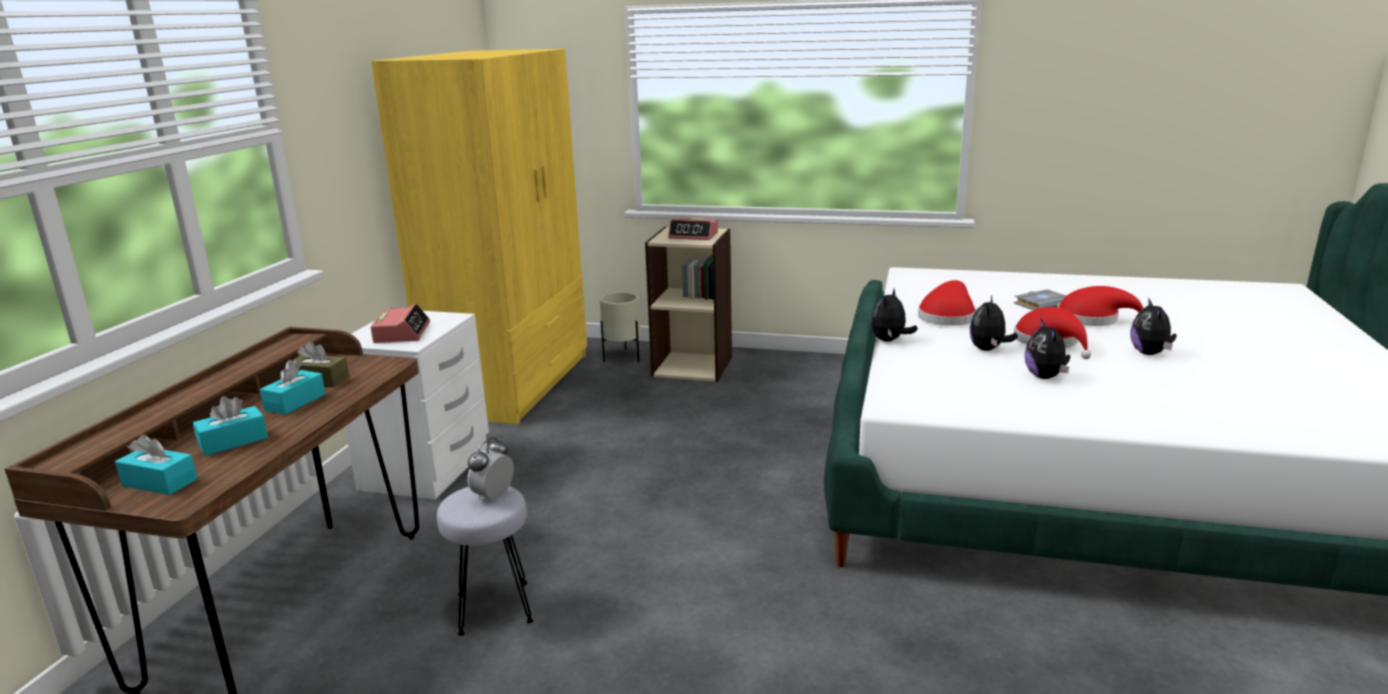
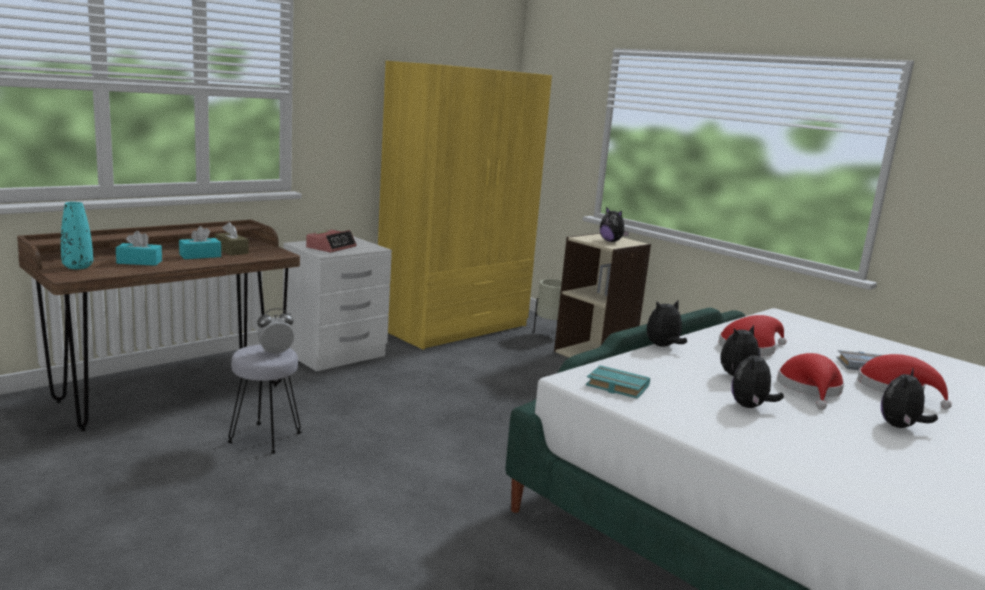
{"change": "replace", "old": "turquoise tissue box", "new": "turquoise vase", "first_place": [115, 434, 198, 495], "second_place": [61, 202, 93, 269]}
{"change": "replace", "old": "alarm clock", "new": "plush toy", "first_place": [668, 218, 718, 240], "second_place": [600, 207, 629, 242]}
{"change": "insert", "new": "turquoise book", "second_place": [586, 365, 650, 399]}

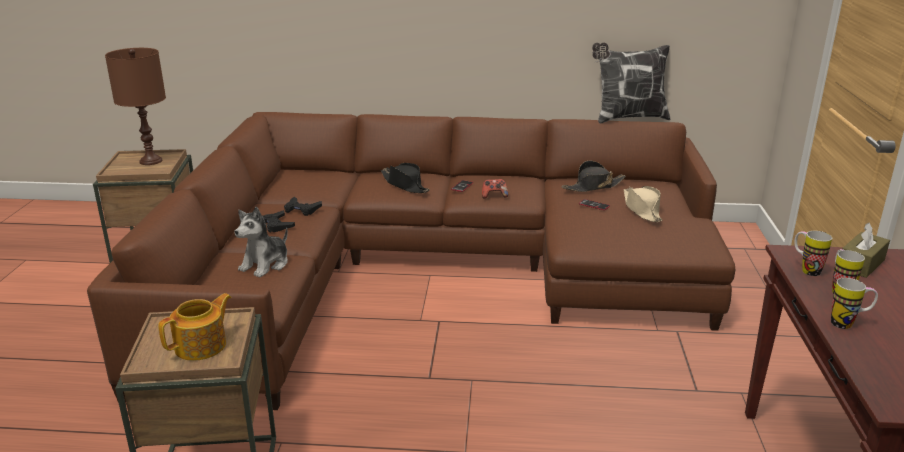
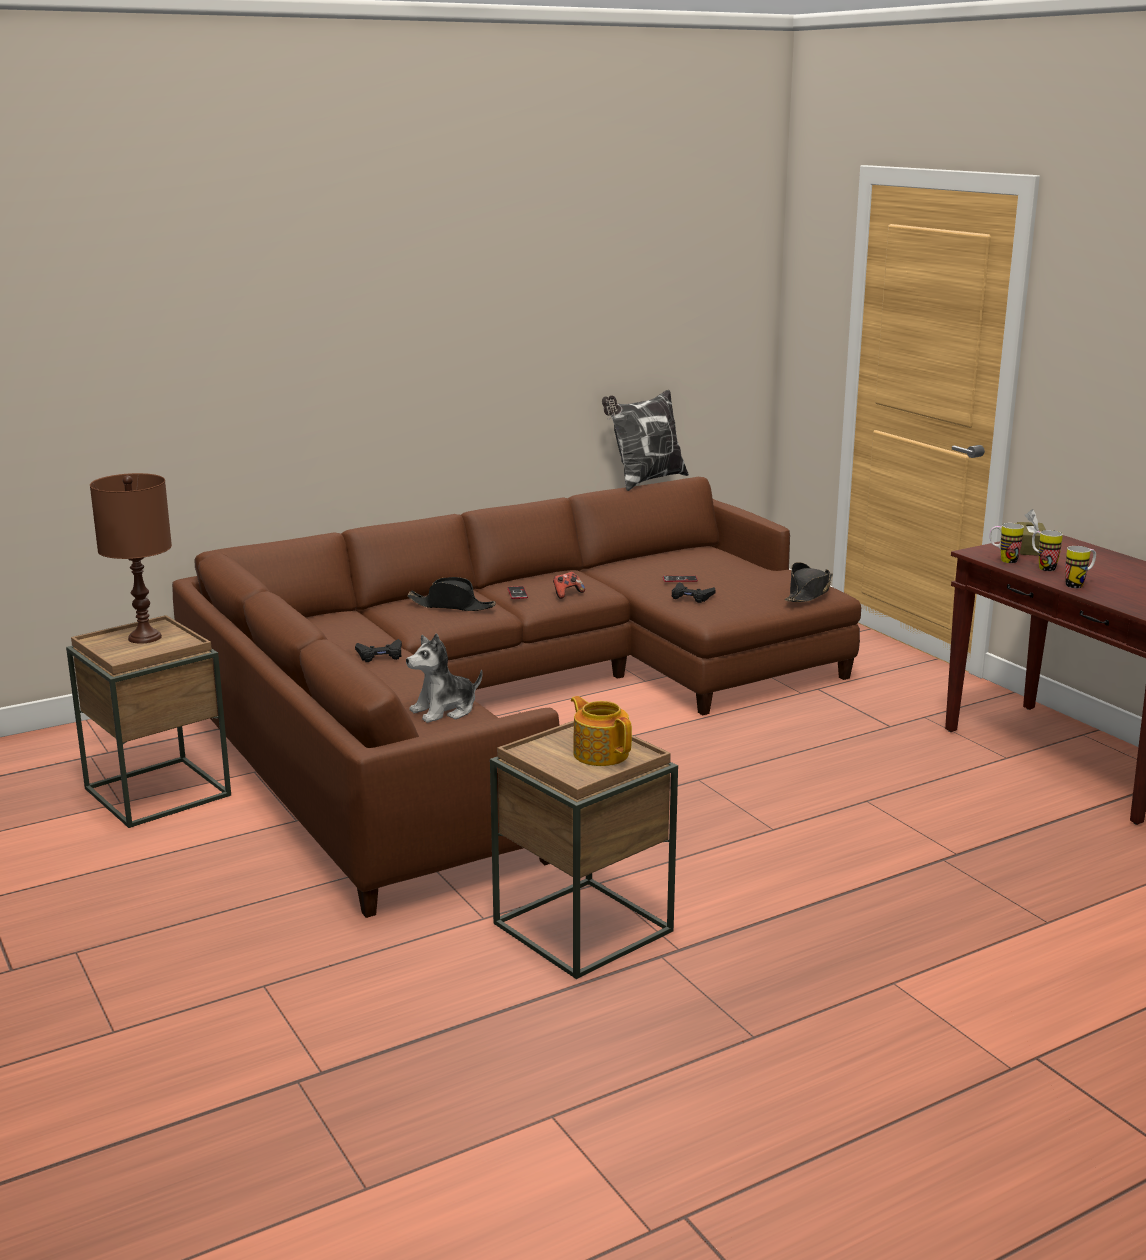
{"change": "rotate", "old": "teapot", "first_place": [158, 293, 232, 361], "second_place": [571, 696, 632, 766], "degrees": -45}
{"change": "rotate", "old": "plush toy", "first_place": [235, 207, 288, 278], "second_place": [406, 633, 483, 723], "degrees": 60}
{"change": "move", "old": "black game controller", "first_place": [263, 210, 295, 233], "second_place": [672, 582, 716, 603]}
{"change": "move", "old": "black hat", "first_place": [562, 160, 626, 192], "second_place": [785, 562, 833, 602]}
{"change": "delete", "old": "beige hat", "first_place": [624, 186, 663, 222]}

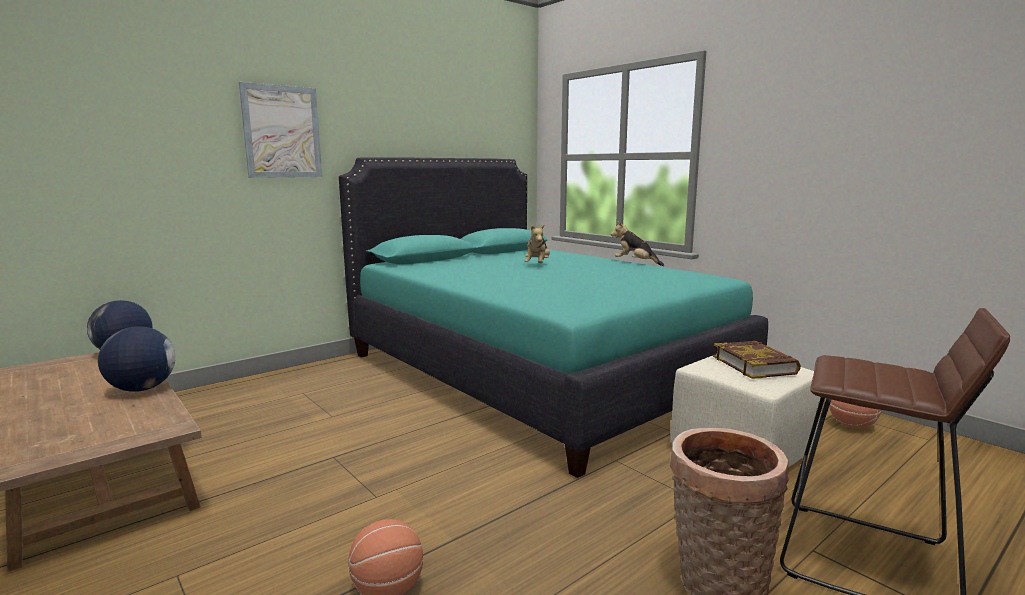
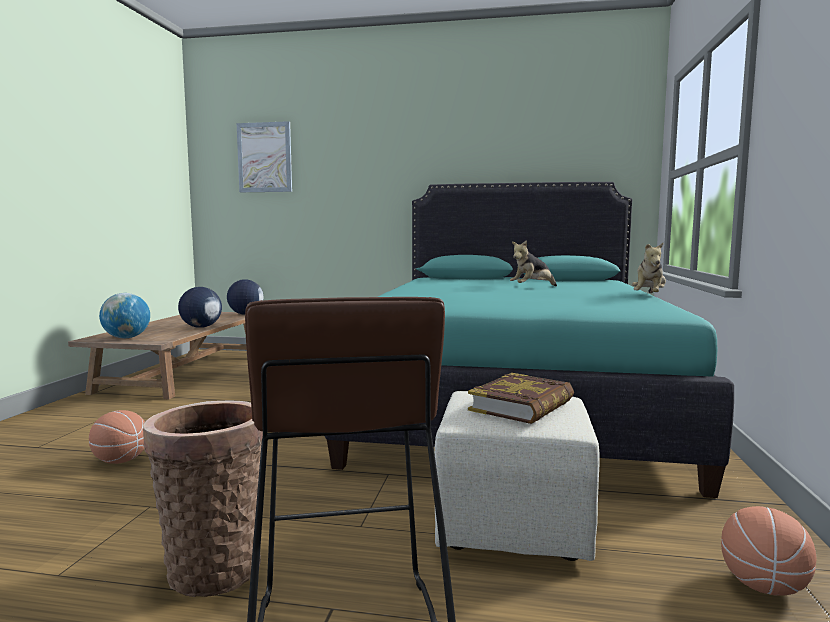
{"change": "move", "old": "picture", "first_place": [239, 82, 322, 178], "second_place": [237, 121, 292, 192]}
{"change": "rotate", "old": "plush toy", "first_place": [611, 221, 664, 266], "second_place": [632, 243, 666, 293], "degrees": -150}
{"change": "insert", "new": "globe", "second_place": [99, 293, 150, 338]}

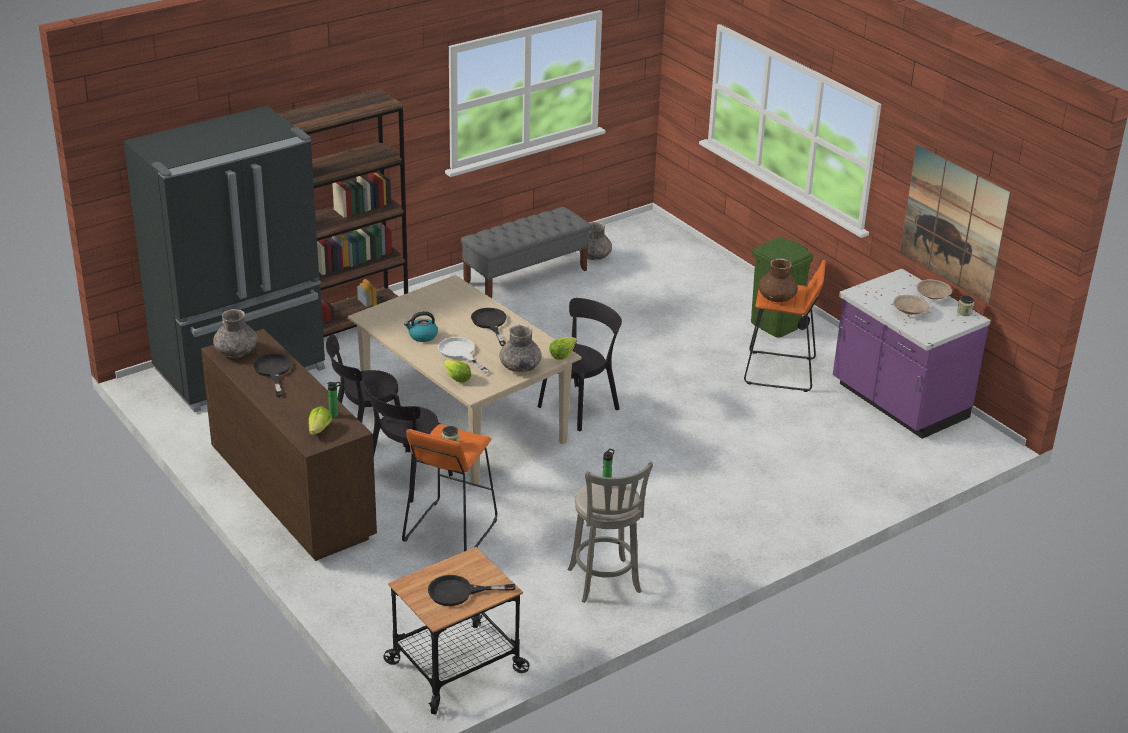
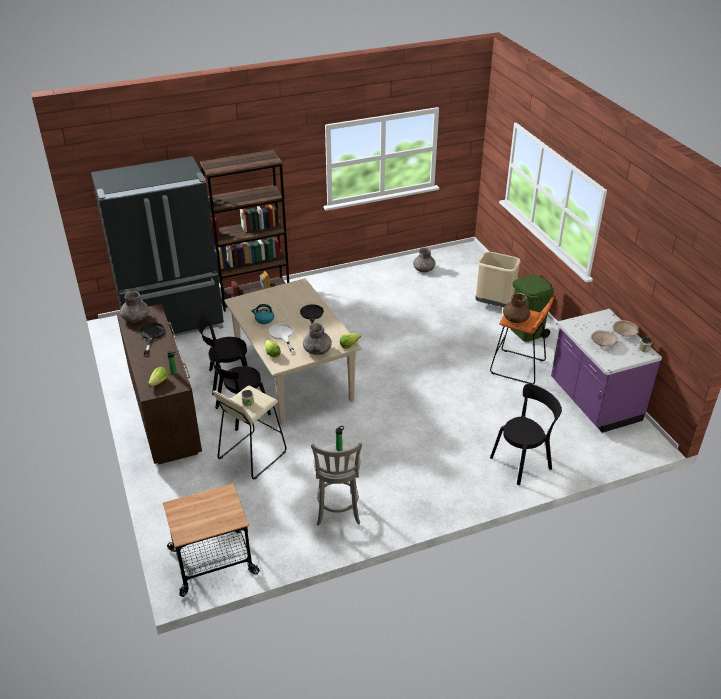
{"change": "recolor", "old": "orange stool", "new": "beige stool", "first_place": [402, 424, 497, 552], "second_place": [213, 386, 287, 480]}
{"change": "delete", "old": "black frying pan", "first_place": [428, 575, 516, 606]}
{"change": "delete", "old": "grey bench", "first_place": [461, 207, 591, 298]}
{"change": "move", "old": "black chair", "first_place": [538, 298, 622, 431], "second_place": [490, 384, 562, 485]}
{"change": "delete", "old": "picture", "first_place": [900, 144, 1011, 304]}
{"change": "insert", "new": "beige trash can", "second_place": [476, 252, 521, 307]}

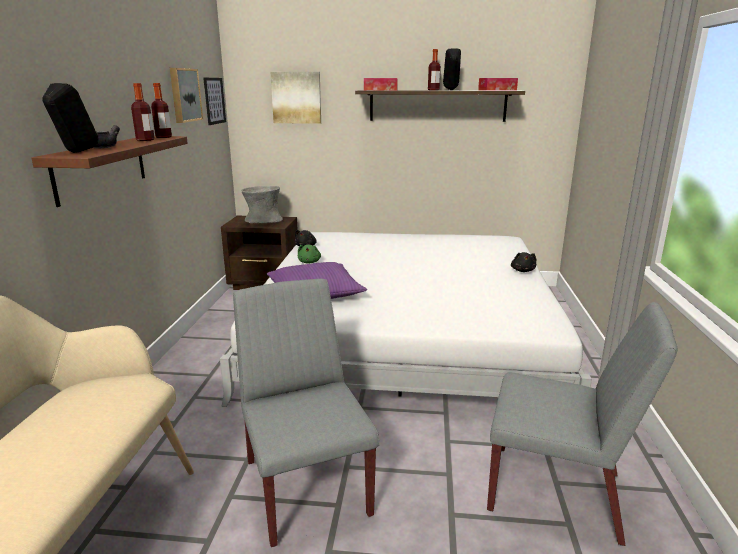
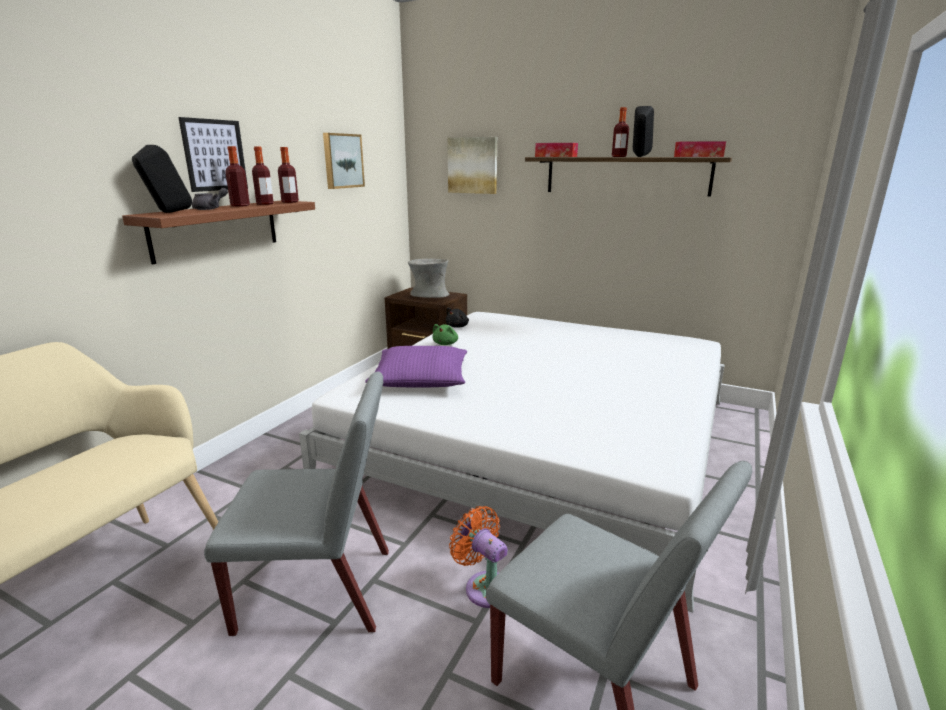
{"change": "move", "old": "picture", "first_place": [203, 78, 226, 125], "second_place": [178, 117, 248, 192]}
{"change": "rotate", "old": "grey chair", "first_place": [233, 279, 379, 547], "second_place": [204, 371, 389, 636], "degrees": 90}
{"change": "delete", "old": "black plush toy", "first_place": [511, 252, 536, 272]}
{"change": "insert", "new": "bottle", "second_place": [225, 146, 250, 207]}
{"change": "insert", "new": "orange fan", "second_place": [449, 506, 508, 608]}

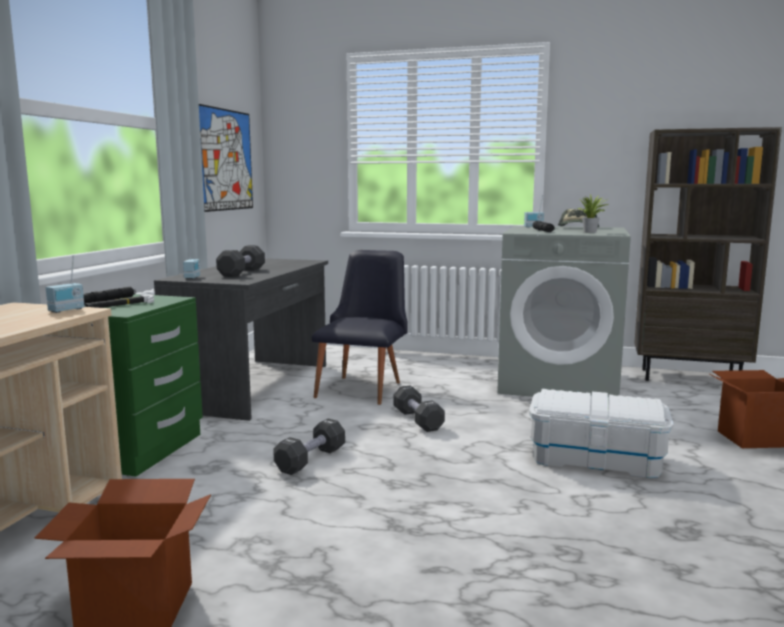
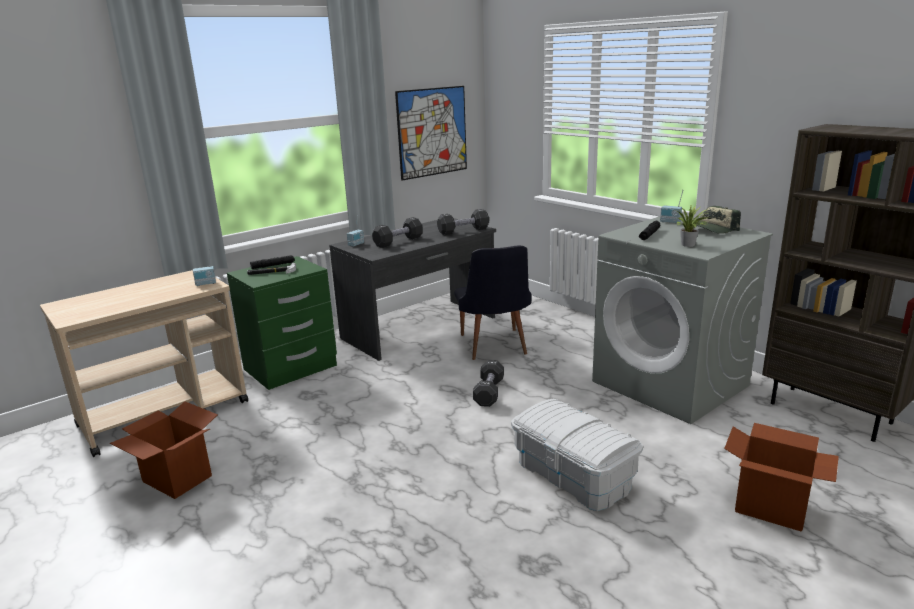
{"change": "move", "old": "black dumbbell", "first_place": [273, 419, 345, 475], "second_place": [437, 209, 489, 235]}
{"change": "rotate", "old": "black chair", "first_place": [312, 250, 408, 405], "second_place": [454, 246, 531, 360], "degrees": 120}

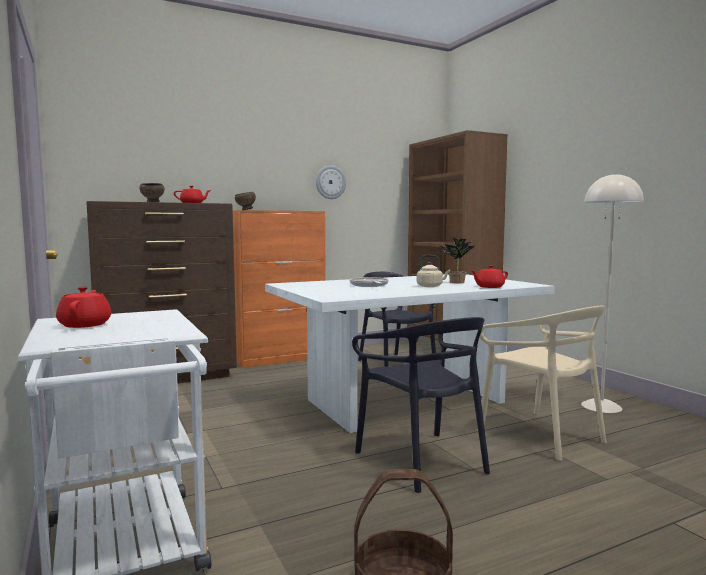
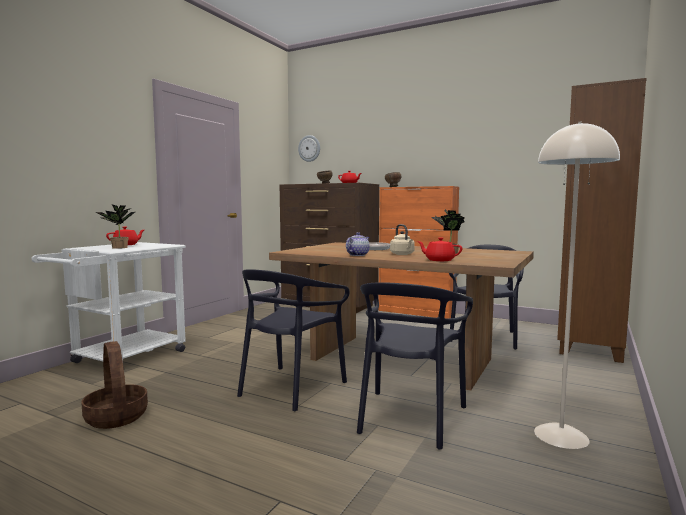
{"change": "recolor", "old": "white dining table", "new": "brown dining table", "first_place": [265, 274, 555, 433], "second_place": [269, 242, 534, 390]}
{"change": "move", "old": "wall clock", "first_place": [316, 166, 346, 199], "second_place": [298, 135, 320, 162]}
{"change": "recolor", "old": "beige chair", "new": "black chair", "first_place": [477, 305, 607, 461], "second_place": [357, 282, 473, 450]}
{"change": "insert", "new": "potted plant", "second_place": [96, 204, 135, 249]}
{"change": "insert", "new": "teapot", "second_place": [346, 232, 370, 256]}

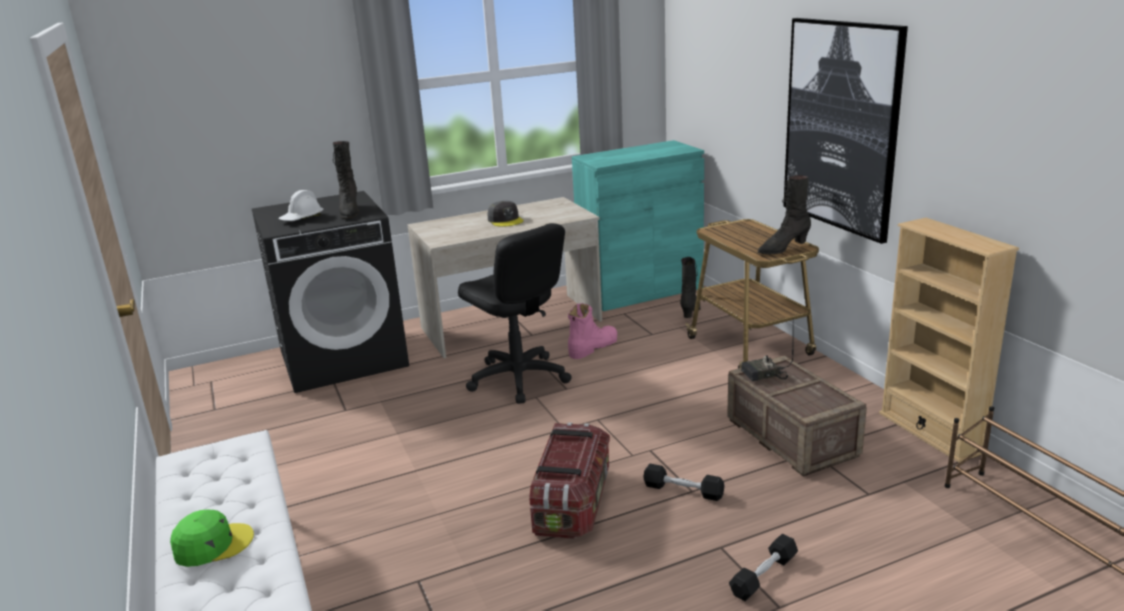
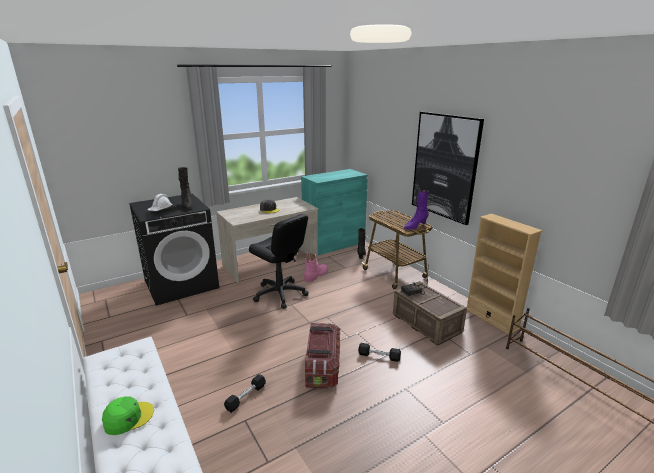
{"change": "move", "old": "black dumbbell", "first_place": [729, 534, 798, 601], "second_place": [224, 374, 266, 413]}
{"change": "recolor", "old": "black boot", "new": "purple boot", "first_place": [757, 175, 811, 255], "second_place": [404, 190, 429, 230]}

